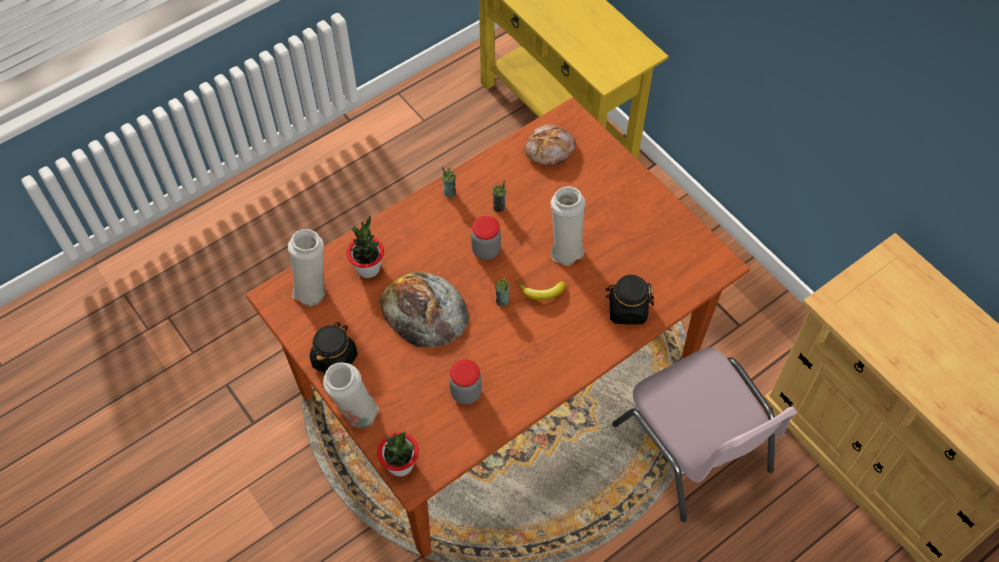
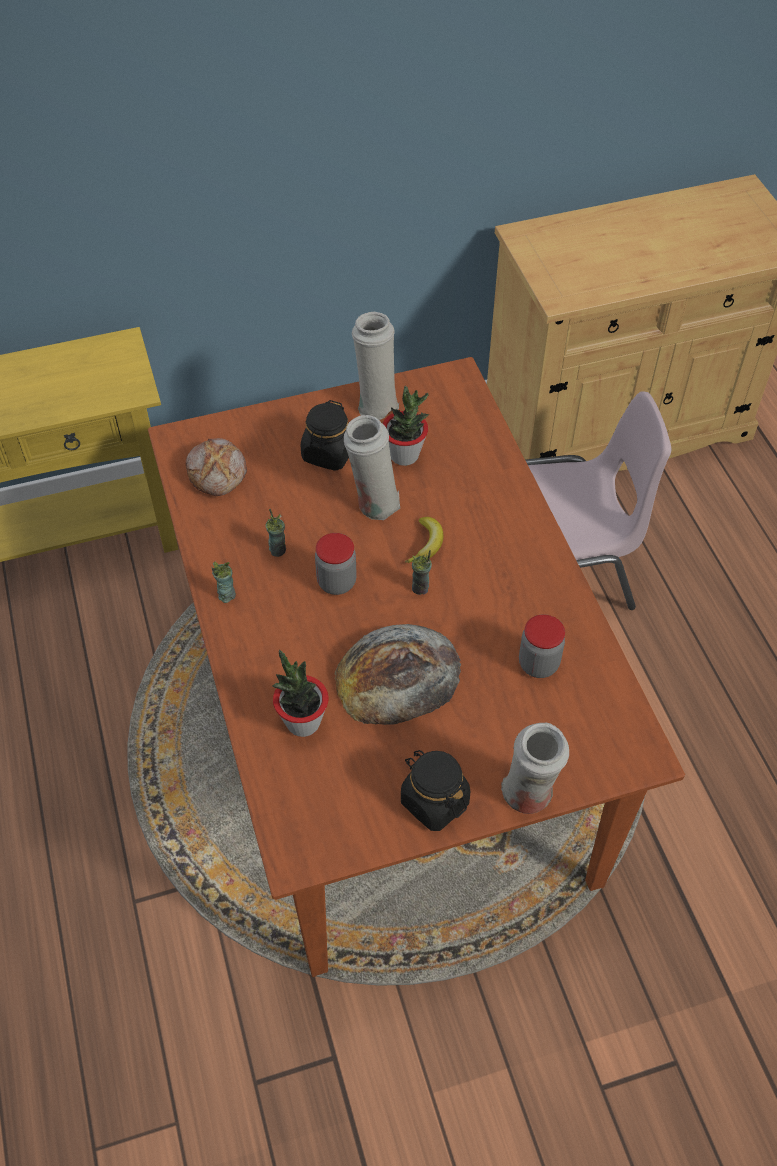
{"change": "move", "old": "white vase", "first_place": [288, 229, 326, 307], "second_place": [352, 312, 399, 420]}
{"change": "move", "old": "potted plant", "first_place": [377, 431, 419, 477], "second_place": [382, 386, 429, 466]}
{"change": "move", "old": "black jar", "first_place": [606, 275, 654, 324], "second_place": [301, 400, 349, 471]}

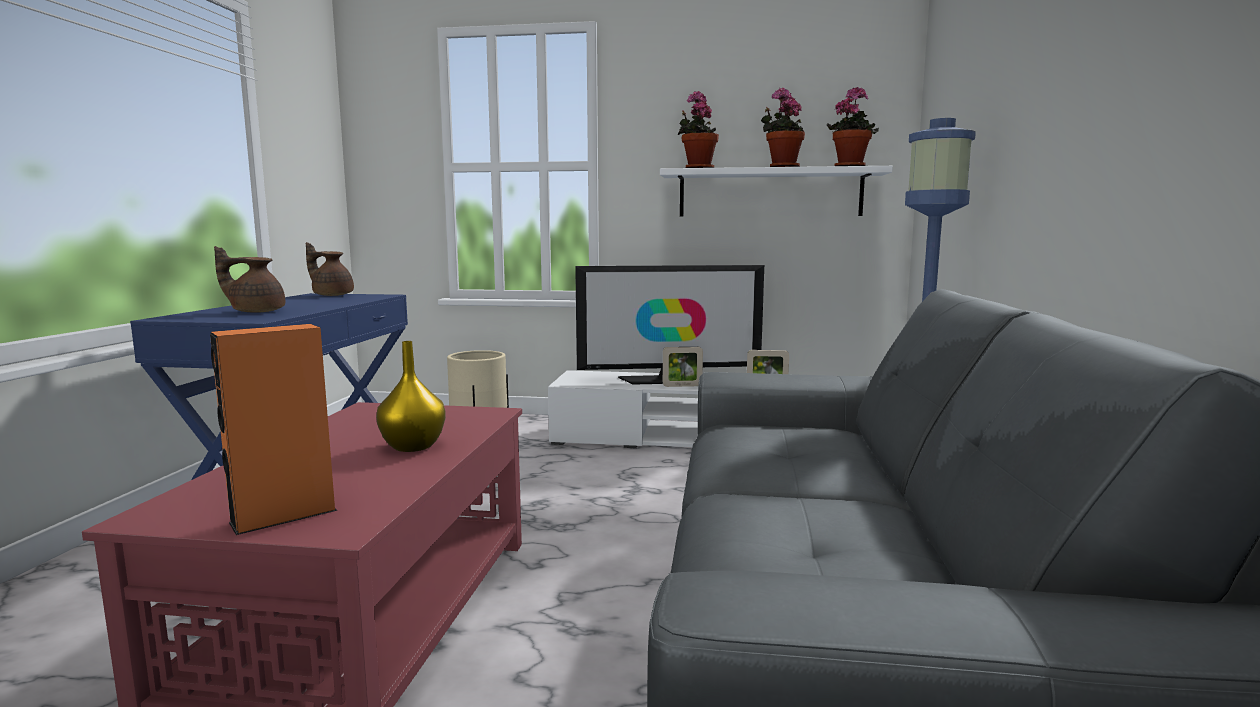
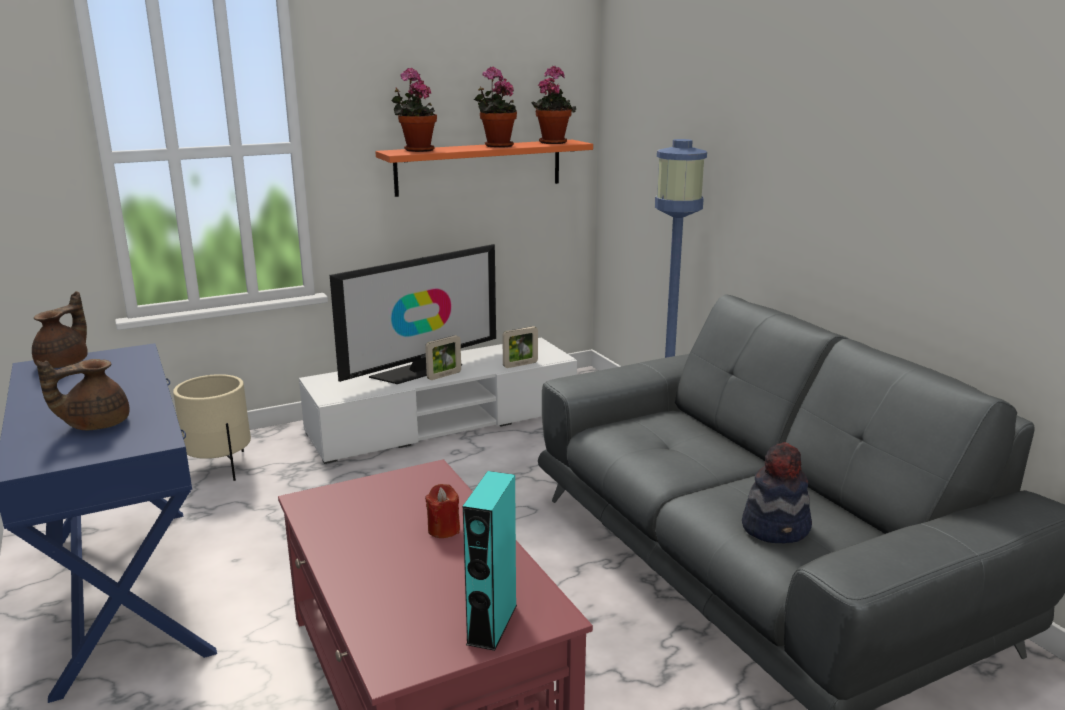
{"change": "recolor", "old": "orange speaker", "new": "turquoise speaker", "first_place": [210, 324, 338, 535], "second_place": [463, 471, 517, 651]}
{"change": "rotate", "old": "brown teapot", "first_place": [306, 242, 354, 296], "second_place": [32, 291, 88, 368], "degrees": 120}
{"change": "replace", "old": "yellow vase", "new": "red candle", "first_place": [376, 341, 446, 452], "second_place": [425, 484, 460, 538]}
{"change": "recolor", "old": "white shelf", "new": "orange shelf", "first_place": [660, 166, 893, 217], "second_place": [375, 140, 593, 197]}
{"change": "insert", "new": "hat", "second_place": [742, 442, 812, 544]}

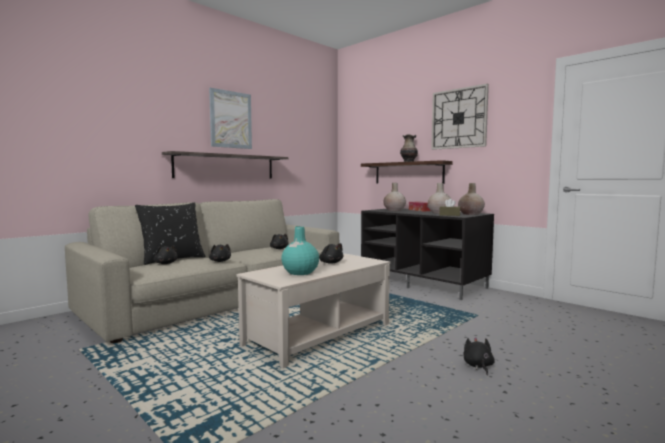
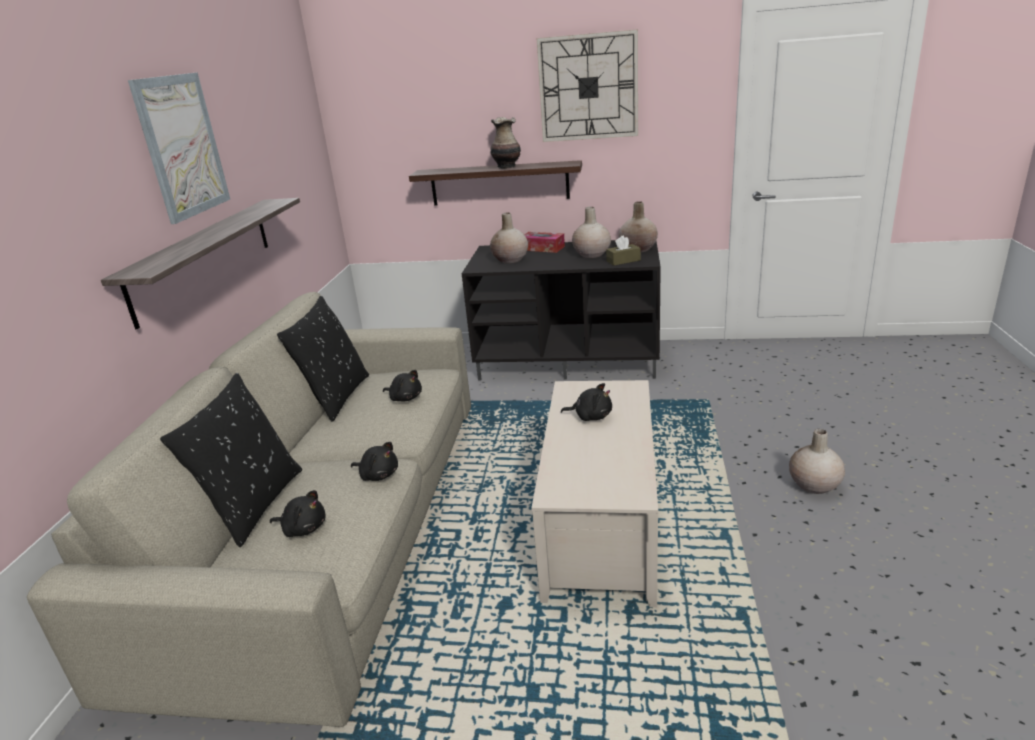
{"change": "delete", "old": "turquoise vase", "first_place": [281, 226, 319, 275]}
{"change": "replace", "old": "black plush toy", "new": "beige vase", "first_place": [463, 337, 495, 375], "second_place": [789, 429, 845, 494]}
{"change": "insert", "new": "black pillow", "second_place": [277, 296, 369, 422]}

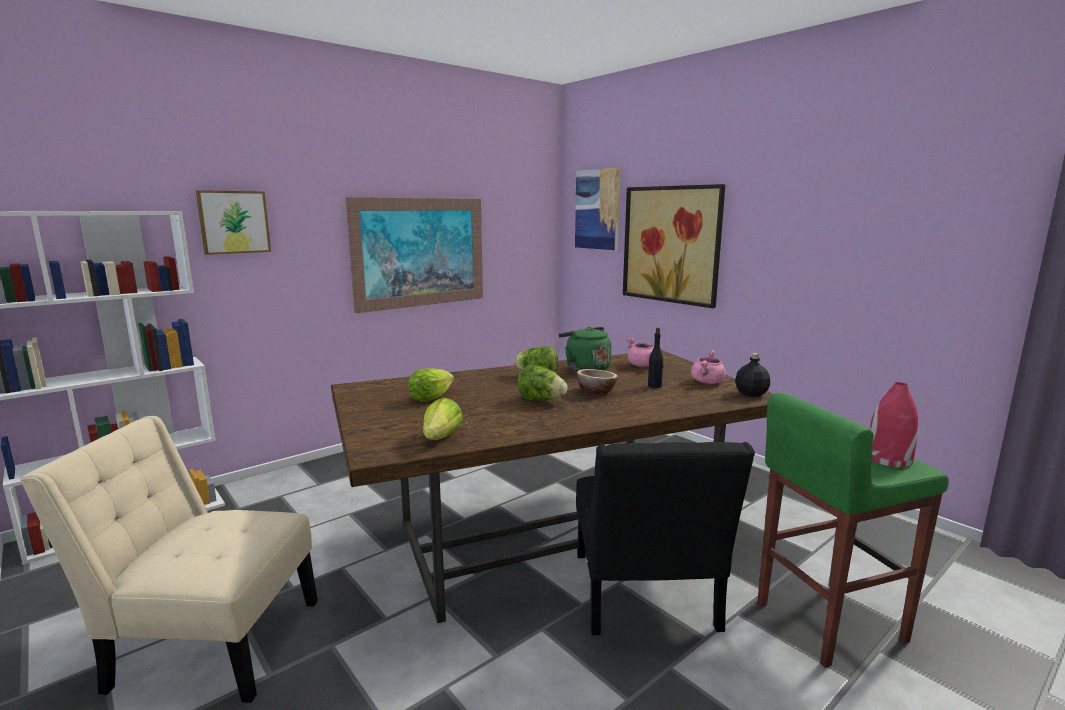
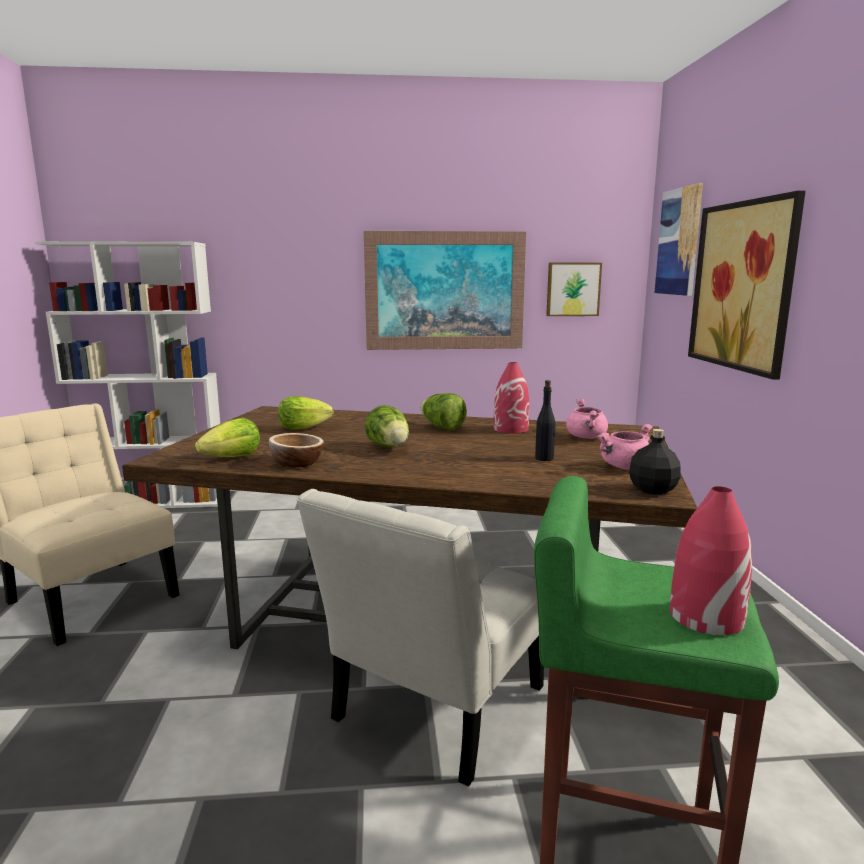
{"change": "move", "old": "picture", "first_place": [196, 190, 271, 255], "second_place": [546, 263, 602, 316]}
{"change": "replace", "old": "green kettle", "new": "red vase", "first_place": [558, 327, 612, 371], "second_place": [493, 362, 529, 434]}
{"change": "recolor", "old": "black chair", "new": "white chair", "first_place": [576, 442, 755, 635], "second_place": [297, 489, 544, 787]}
{"change": "move", "old": "bowl", "first_place": [577, 369, 617, 394], "second_place": [269, 433, 324, 467]}

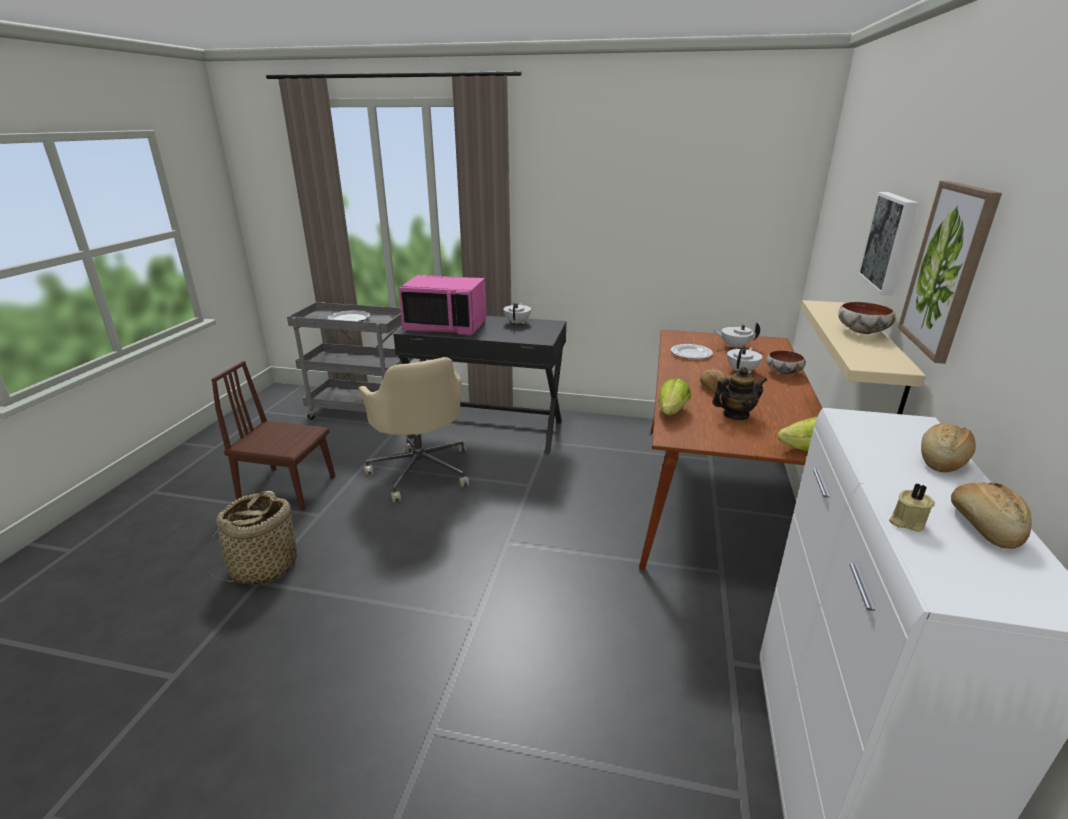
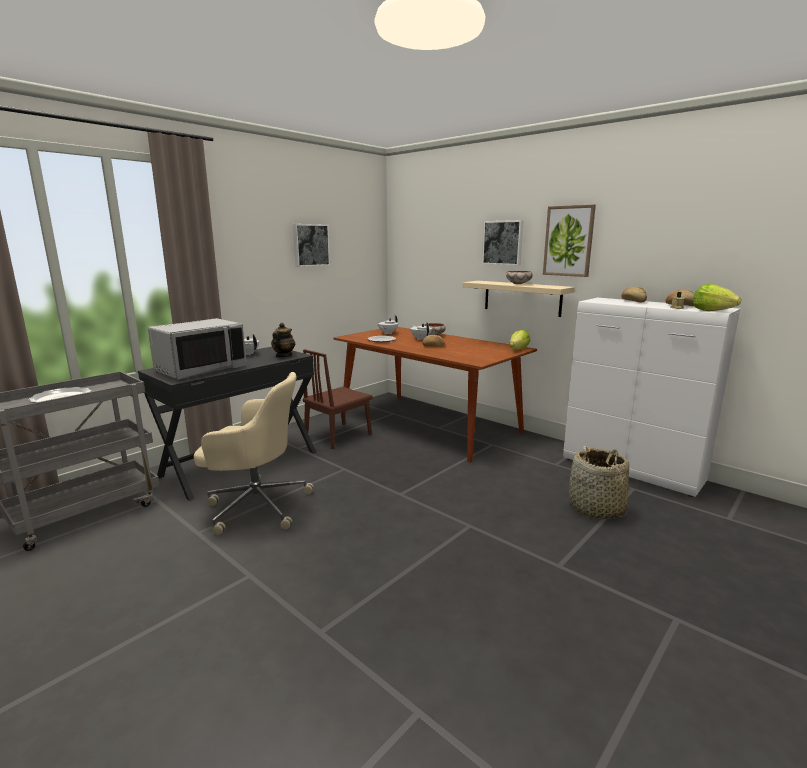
{"change": "move", "old": "basket", "first_place": [207, 491, 299, 585], "second_place": [569, 446, 629, 519]}
{"change": "move", "old": "brown chair", "first_place": [211, 361, 335, 510], "second_place": [303, 349, 373, 449]}
{"change": "recolor", "old": "pink microwave", "new": "grey microwave", "first_place": [399, 275, 487, 335], "second_place": [148, 318, 247, 379]}
{"change": "move", "old": "lettuce", "first_place": [658, 378, 691, 415], "second_place": [693, 284, 741, 311]}
{"change": "move", "old": "teapot", "first_place": [712, 367, 767, 420], "second_place": [271, 323, 295, 357]}
{"change": "insert", "new": "picture", "second_place": [293, 224, 330, 267]}

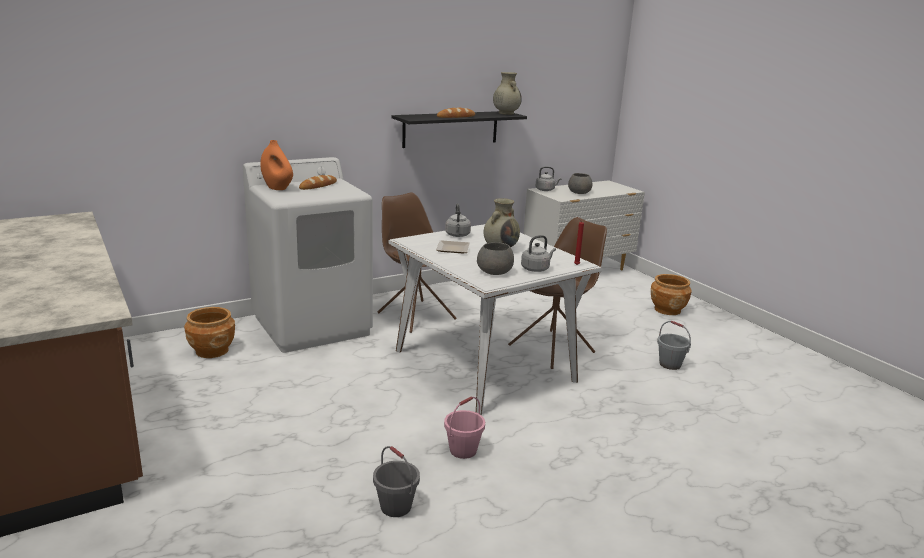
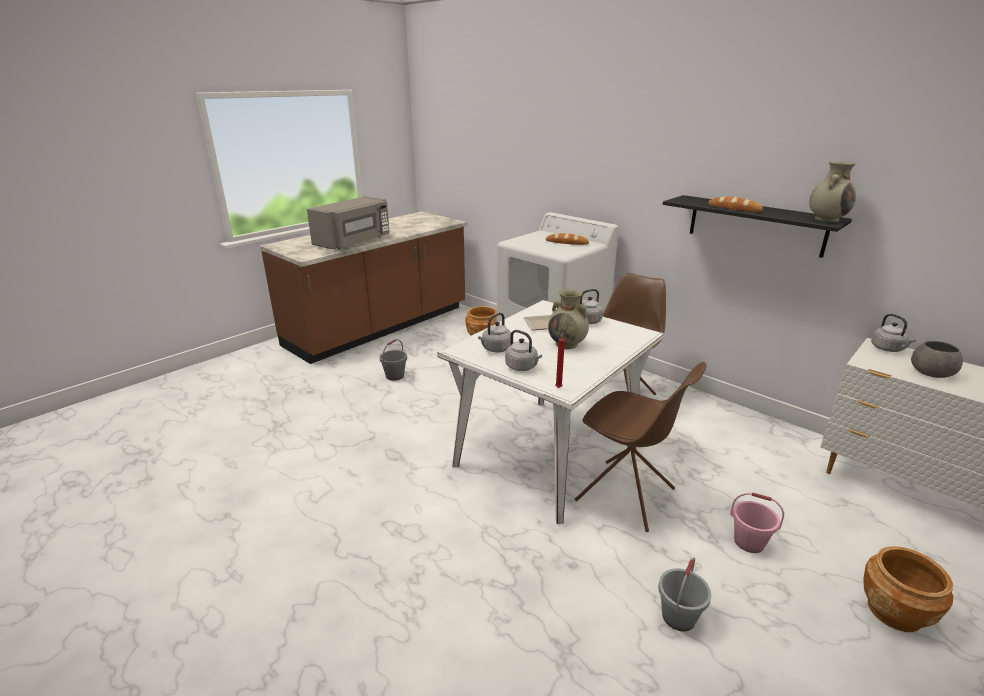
{"change": "delete", "old": "orange vase", "first_place": [260, 140, 293, 190]}
{"change": "move", "old": "grey bucket", "first_place": [373, 446, 420, 517], "second_place": [379, 339, 407, 381]}
{"change": "move", "old": "pink bucket", "first_place": [444, 396, 485, 459], "second_place": [730, 492, 784, 553]}
{"change": "replace", "old": "grey bowl", "new": "grey kettle", "first_place": [477, 242, 514, 275], "second_place": [478, 313, 511, 352]}
{"change": "insert", "new": "grey microwave", "second_place": [307, 196, 390, 249]}

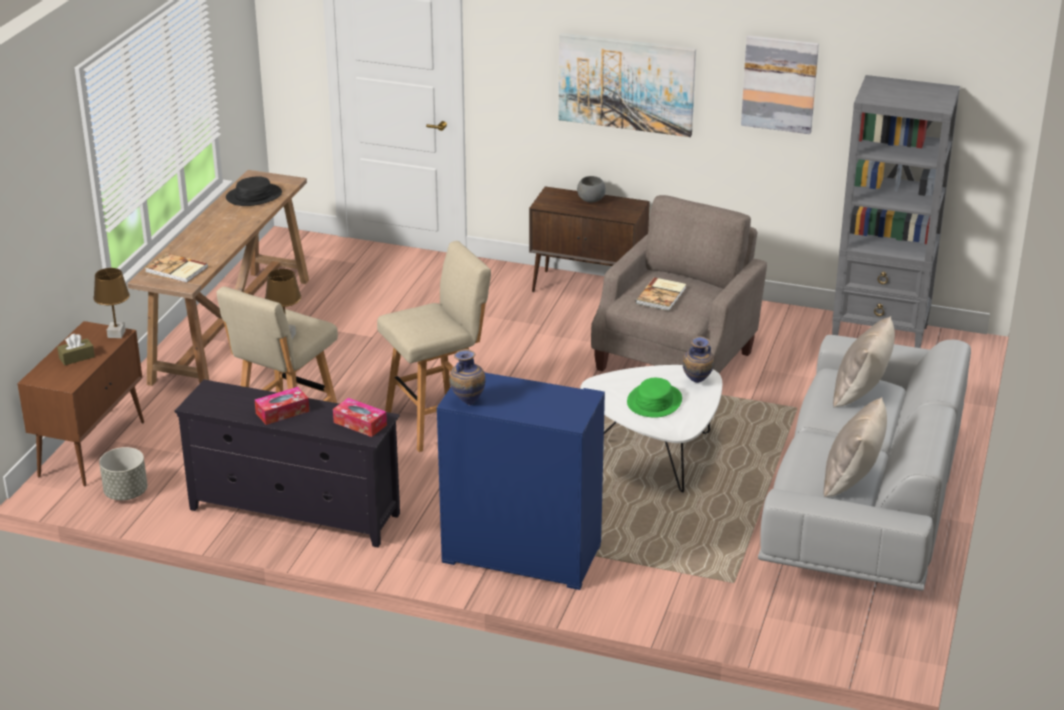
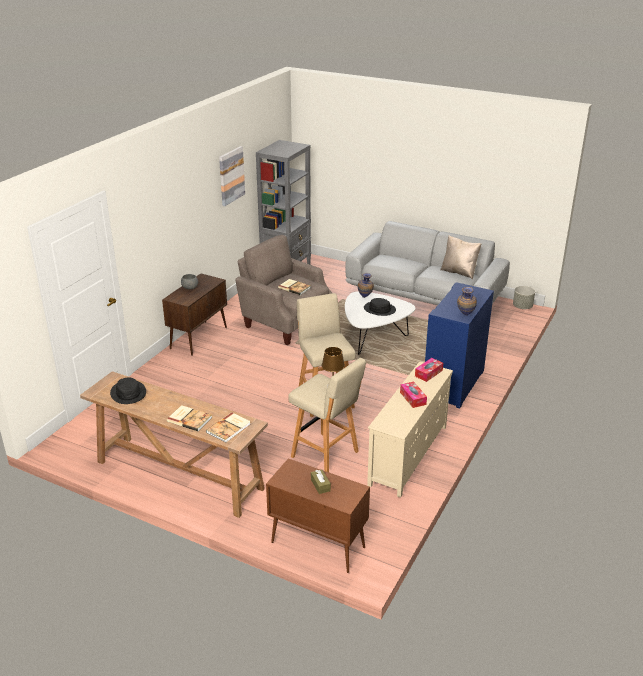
{"change": "delete", "old": "brown table lamp", "first_place": [93, 268, 130, 338]}
{"change": "move", "old": "grey planter", "first_place": [99, 447, 147, 500], "second_place": [513, 286, 535, 309]}
{"change": "recolor", "old": "black tv stand", "new": "beige tv stand", "first_place": [174, 379, 400, 547], "second_place": [367, 361, 453, 498]}
{"change": "delete", "old": "picture", "first_place": [559, 33, 696, 137]}
{"change": "recolor", "old": "green hat", "new": "black hat", "first_place": [627, 378, 682, 418], "second_place": [364, 298, 396, 316]}
{"change": "delete", "old": "beige pillow", "first_place": [833, 316, 895, 407]}
{"change": "insert", "new": "book", "second_place": [167, 405, 212, 431]}

